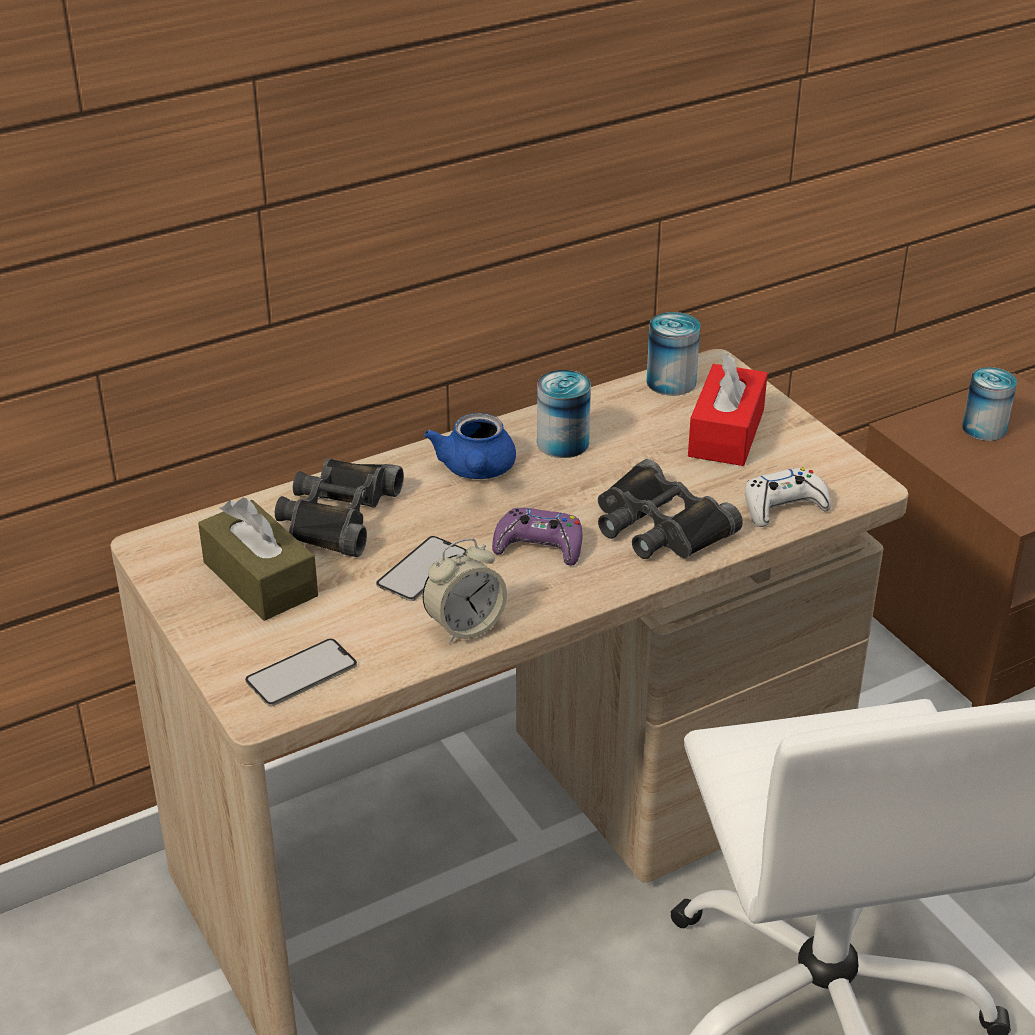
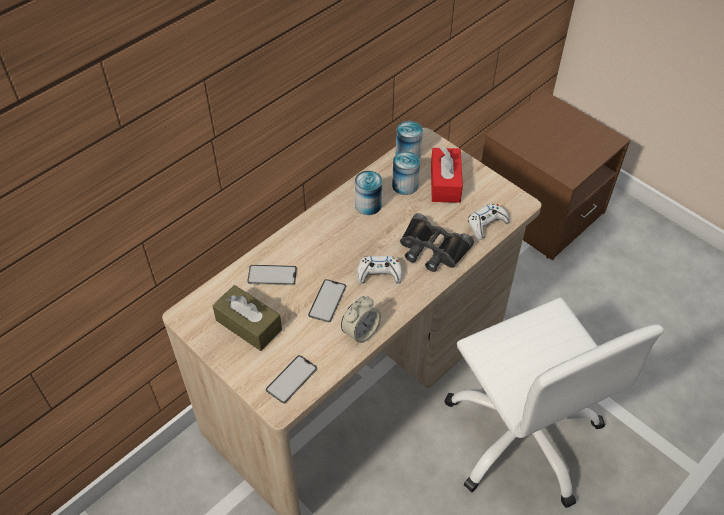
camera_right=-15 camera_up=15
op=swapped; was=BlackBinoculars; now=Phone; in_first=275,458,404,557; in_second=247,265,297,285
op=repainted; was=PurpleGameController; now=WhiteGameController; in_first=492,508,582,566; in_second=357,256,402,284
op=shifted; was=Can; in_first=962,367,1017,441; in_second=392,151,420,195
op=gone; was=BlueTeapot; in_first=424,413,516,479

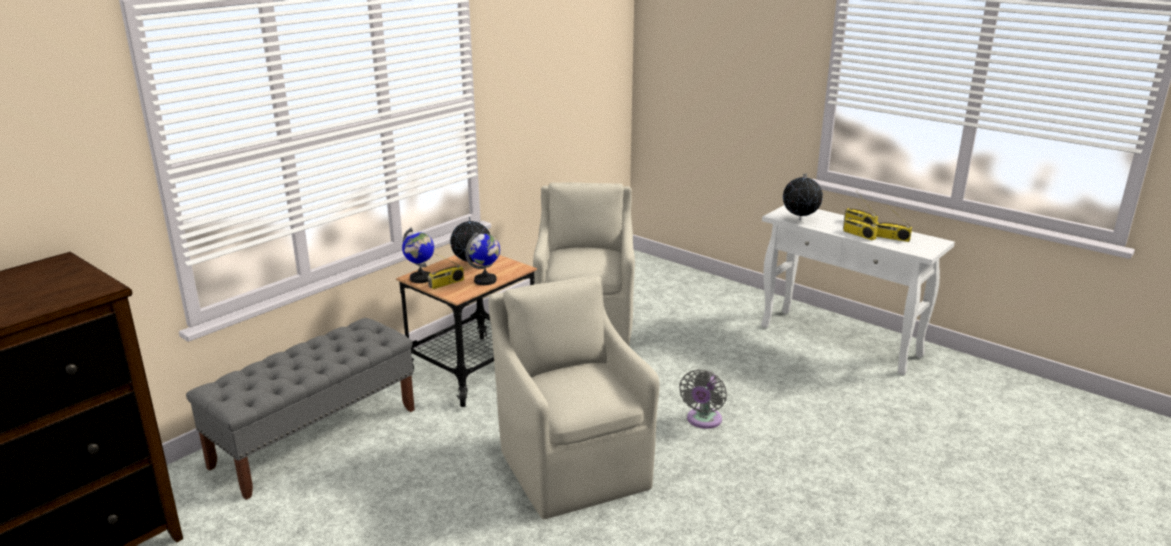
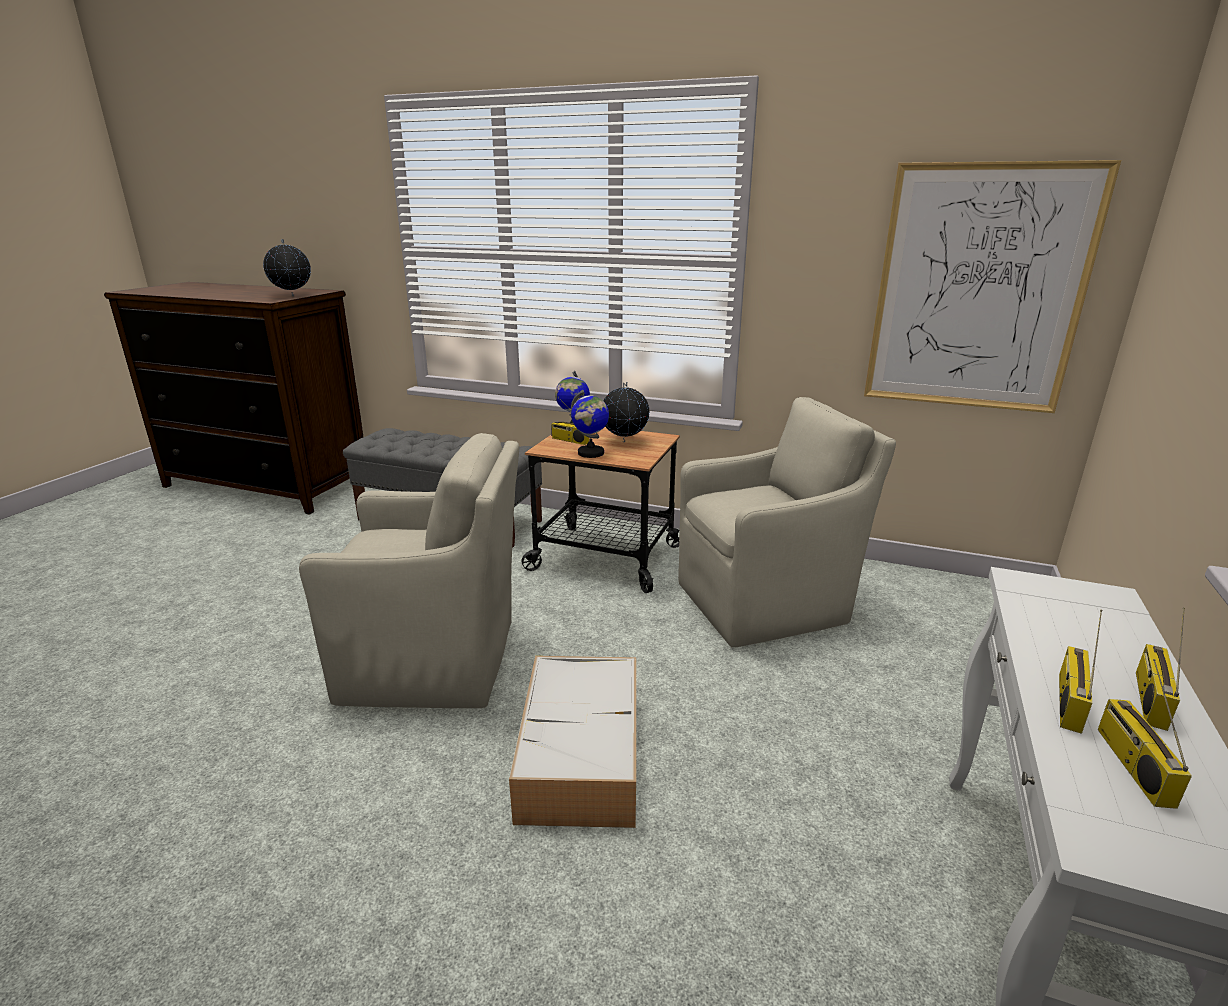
camera_right=70 camera_up=0
op=shifted; was=Globe; in_first=783,173,823,219; in_second=263,239,311,296
op=rotated; was=BeigeArmchair; in_first=488,275,660,519; in_second=299,433,519,708; clockwise=45
op=swapped; was=GreyFan; now=StorageBox; in_first=679,369,727,429; in_second=509,656,636,828
op=new; now=Picture; in_second=864,160,1121,413

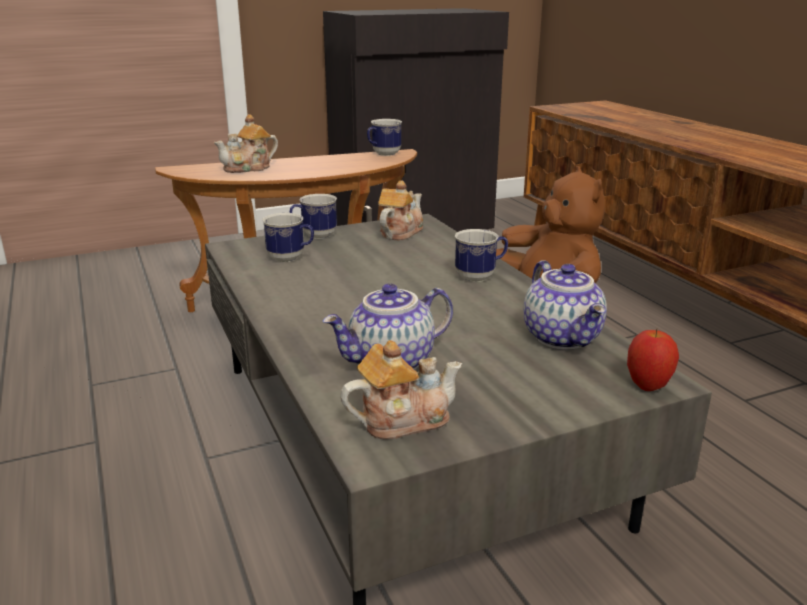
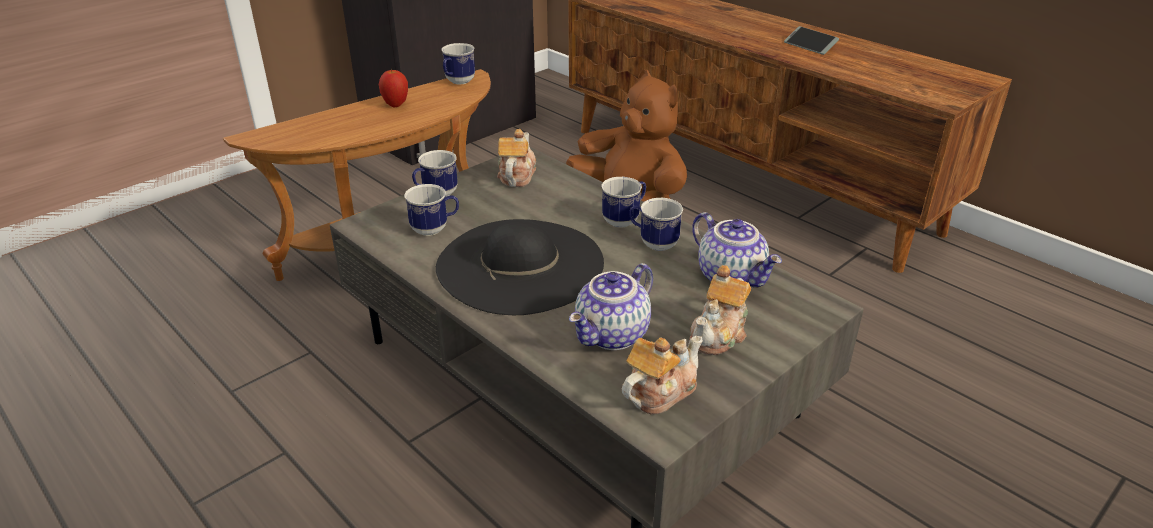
camera_right=-20 camera_up=10
op=shifted; was=Apple; in_first=627,329,679,391; in_second=379,69,408,107
op=new; now=BlackHat; in_second=436,219,604,315
op=new; now=Mug; in_second=629,198,683,251
op=shifted; was=Teapot; in_first=214,114,278,173; in_second=690,265,751,355
op=new; now=Phone; in_second=784,26,839,55

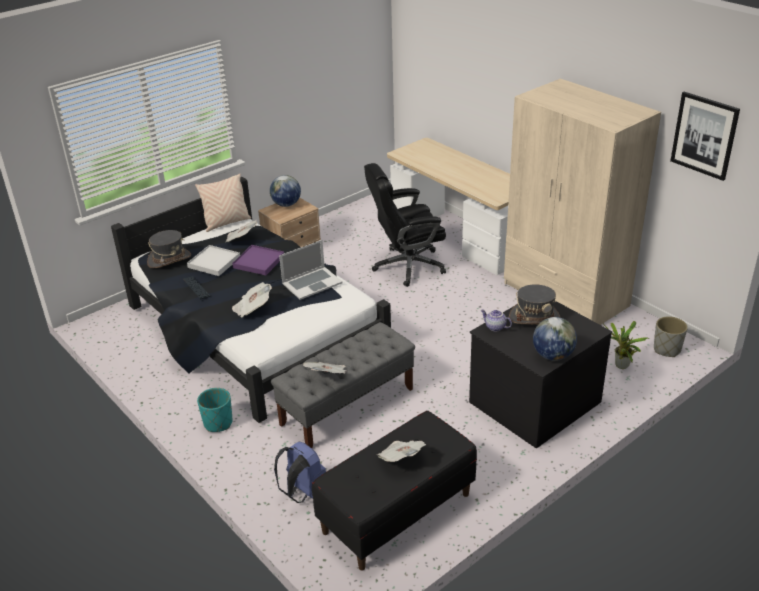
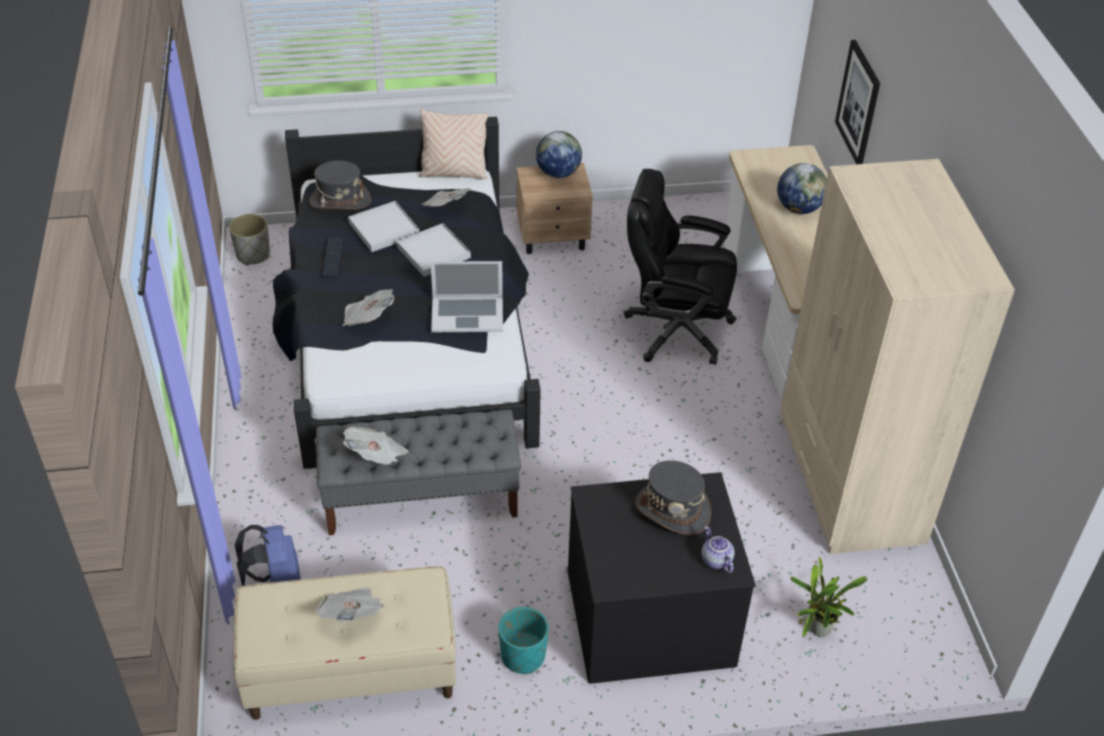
camera_right=30 camera_up=10
op=shifted; was=GreyPlanter; in_first=654,316,688,357; in_second=229,214,270,265
op=repainted; was=BlackBench; now=BeigeBench; in_first=312,411,477,570; in_second=233,566,456,720
op=repainted; was=PurpleTray; now=WhiteTray; in_first=232,245,284,275; in_second=397,223,471,277
op=shifted; was=TurquoisePlanter; in_first=197,388,233,432; in_second=498,607,549,674
op=shifted; was=Teapot; in_first=481,309,512,331; in_second=701,526,735,573
op=shifted; was=Globe; in_first=533,317,577,361; in_second=777,163,827,214
op=shifted; was=Picture; in_first=670,92,740,181; in_second=835,40,880,164

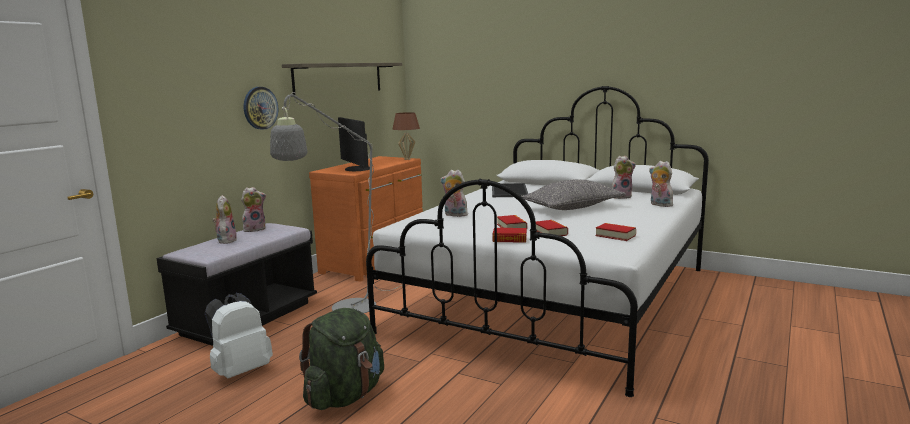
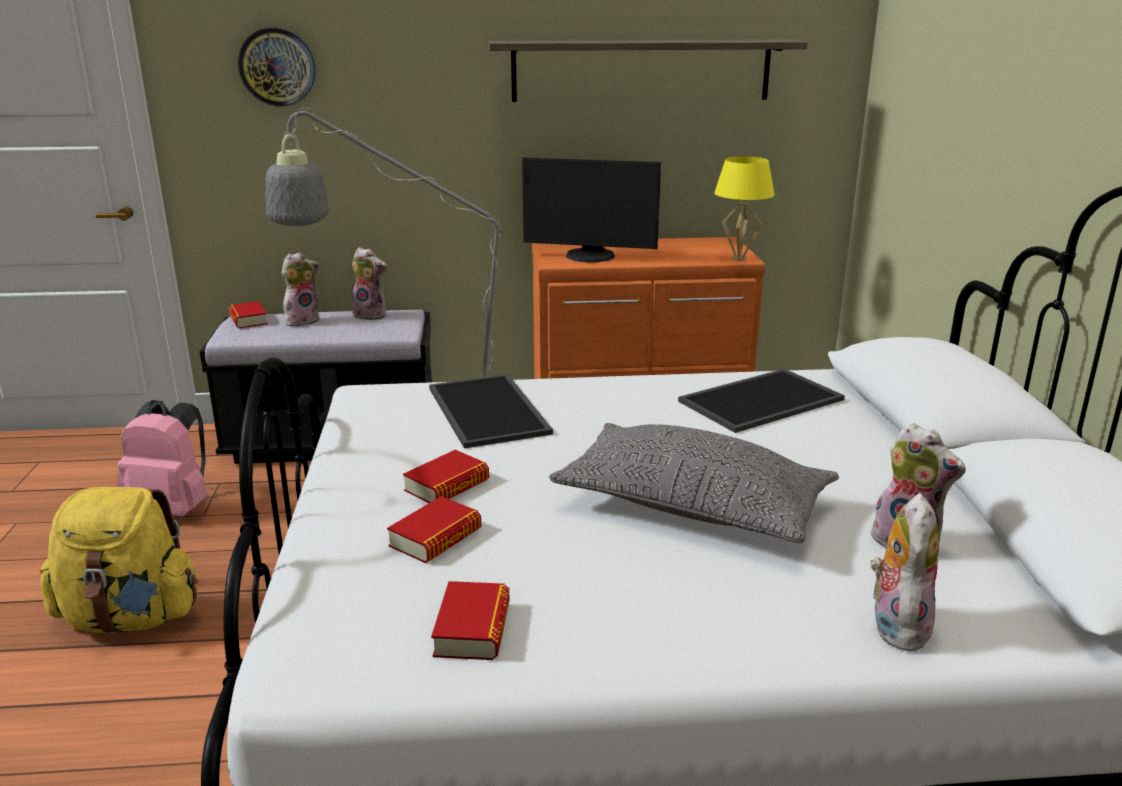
camera_right=55 camera_up=10
op=repainted; was=GreenBackpack; now=YellowBackpack; in_first=299,308,384,410; in_second=40,487,198,634
op=repainted; was=WhiteBackpack; now=PinkBackpack; in_first=205,293,273,378; in_second=117,400,207,517
op=shifted; was=Book; in_first=492,228,527,243; in_second=228,301,268,328
op=shifted; was=WallClock; in_first=244,87,278,130; in_second=238,27,316,106
op=swapped; was=PlushToy; now=Tray; in_first=440,170,468,217; in_second=429,374,553,448
op=rotated; was=Monitor; in_first=338,117,370,171; in_second=522,157,661,263; clockwise=-105
op=repainted; was=BrownTableLamp; now=YellowTableLamp; in_first=393,112,420,160; in_second=714,156,775,260

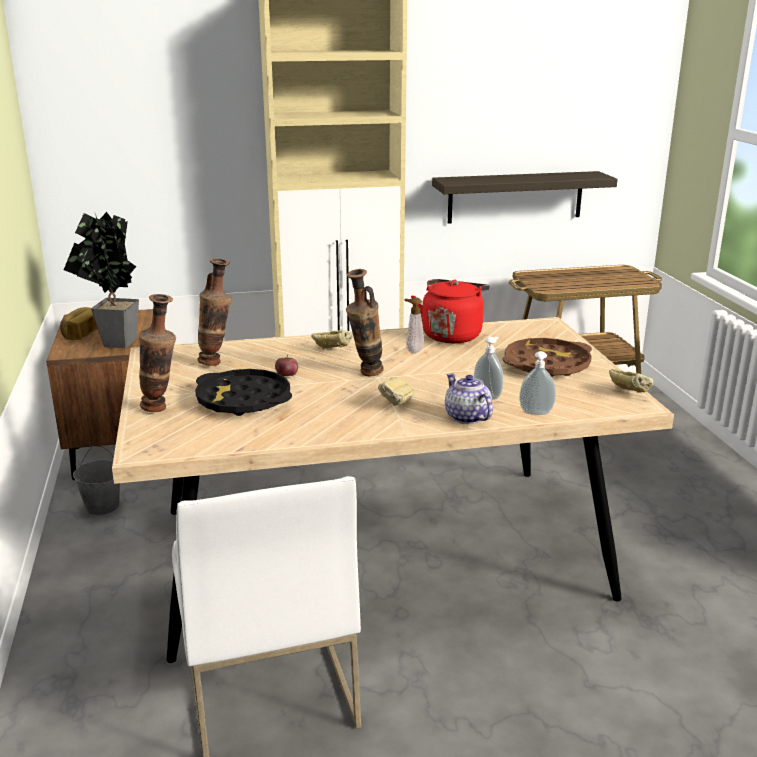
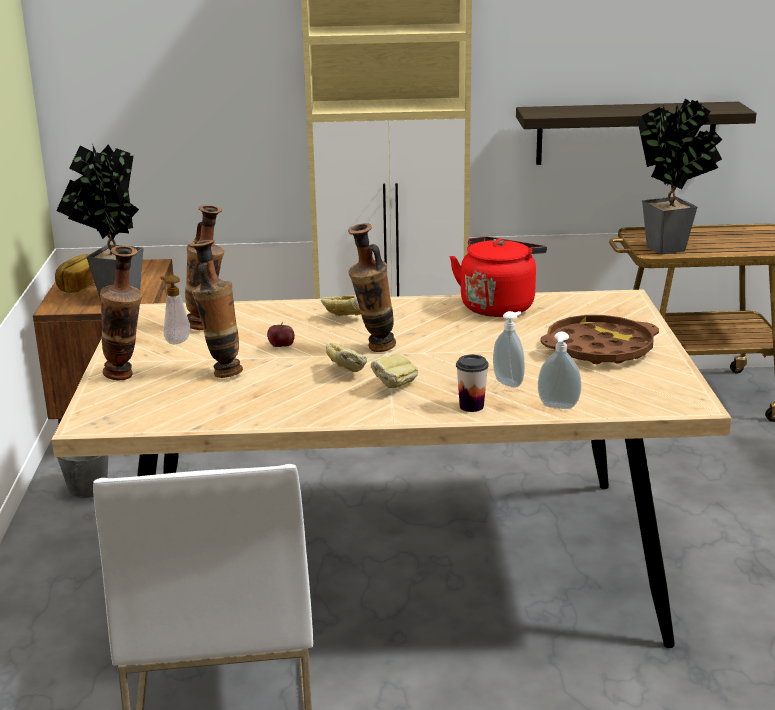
camera_right=10 camera_up=0
op=shifted; was=SoapDispenser; in_first=404,297,424,353; in_second=160,275,190,344
op=swapped; was=BlackTray; now=Vase; in_first=195,369,292,416; in_second=189,240,243,378
op=shifted; was=Bread; in_first=609,369,654,393; in_second=326,343,367,372
op=swapped; was=Teapot; now=Cup; in_first=445,373,493,424; in_second=456,355,489,412
op=new; now=PottedPlant; in_second=637,98,722,254

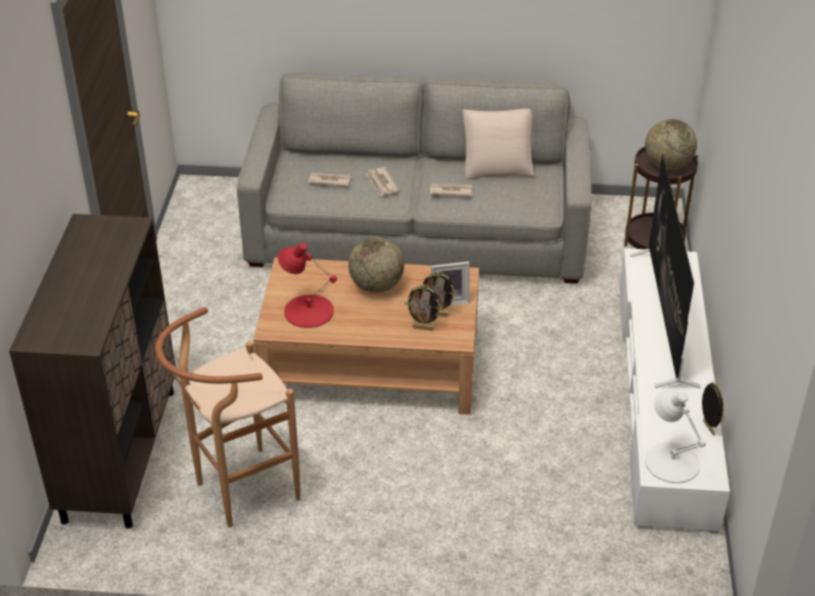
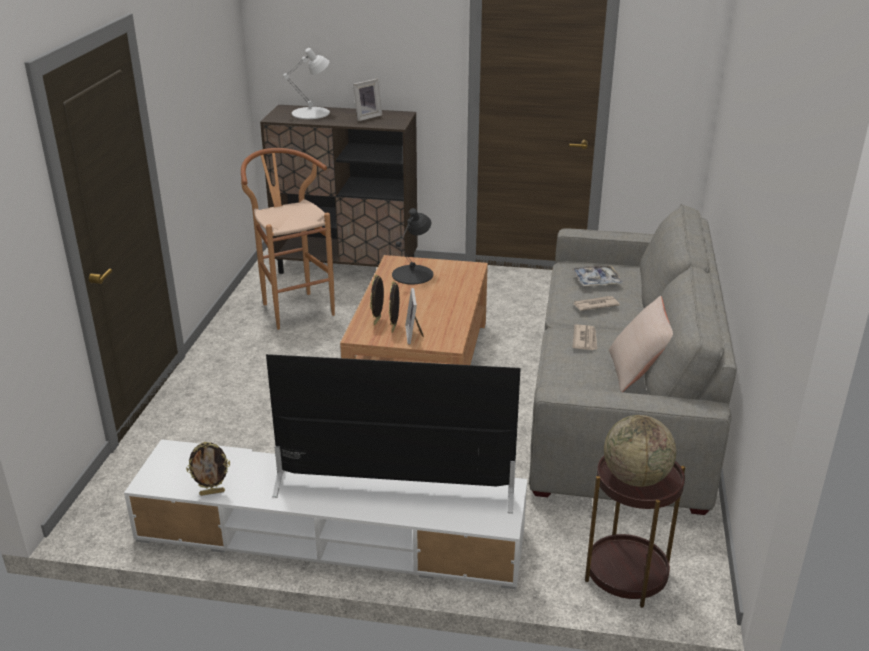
camera_right=95 camera_up=-10
op=shifted; was=WhiteTableLamp; in_first=645,390,706,483; in_second=283,48,330,119
op=new; now=PictureFrame; in_second=353,79,382,121
op=repainted; was=RedTableLamp; now=BlackTableLamp; in_first=278,243,337,328; in_second=392,208,433,285
op=swapped; was=Newspaper; now=Tray; in_first=308,172,351,187; in_second=572,265,624,286
op=gone; was=Globe; in_first=348,237,404,293

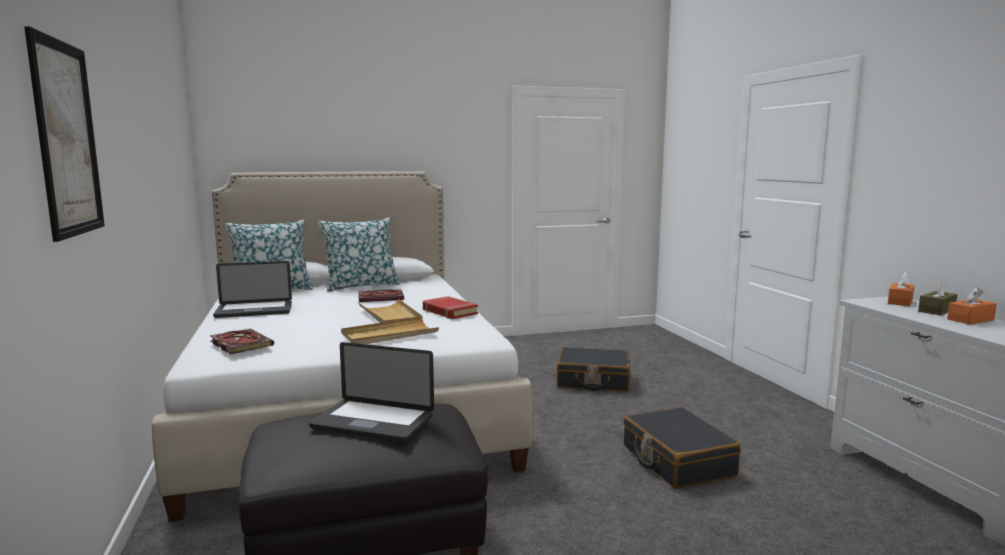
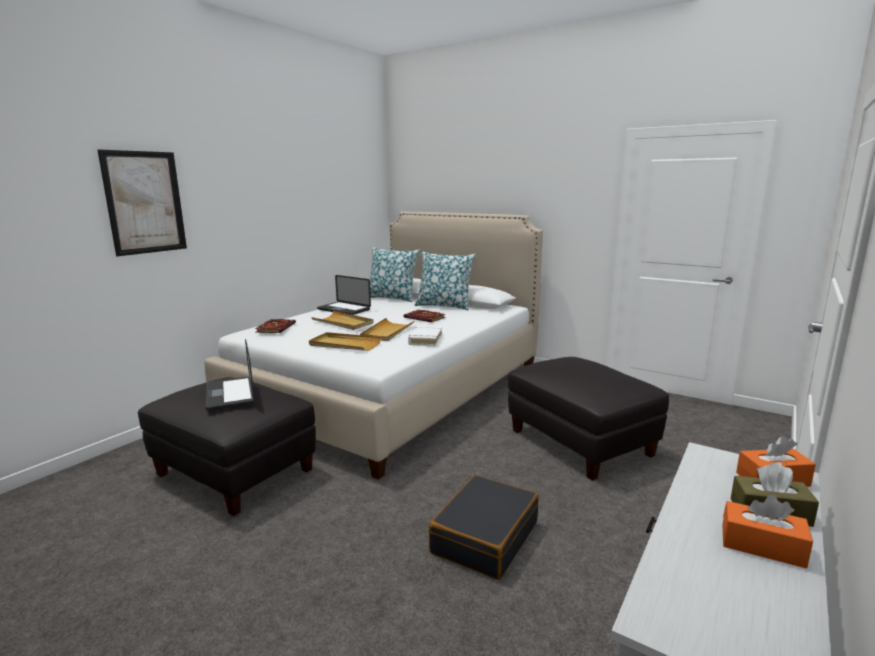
camera_right=50 camera_up=5
op=new; now=BeigeTray; in_second=311,311,374,330
op=repainted; was=RedBook; now=WhiteBook; in_first=423,296,478,319; in_second=408,326,442,346
op=swapped; was=BlackSuitcase; now=BlackOttoman; in_first=557,347,630,392; in_second=508,357,669,481

